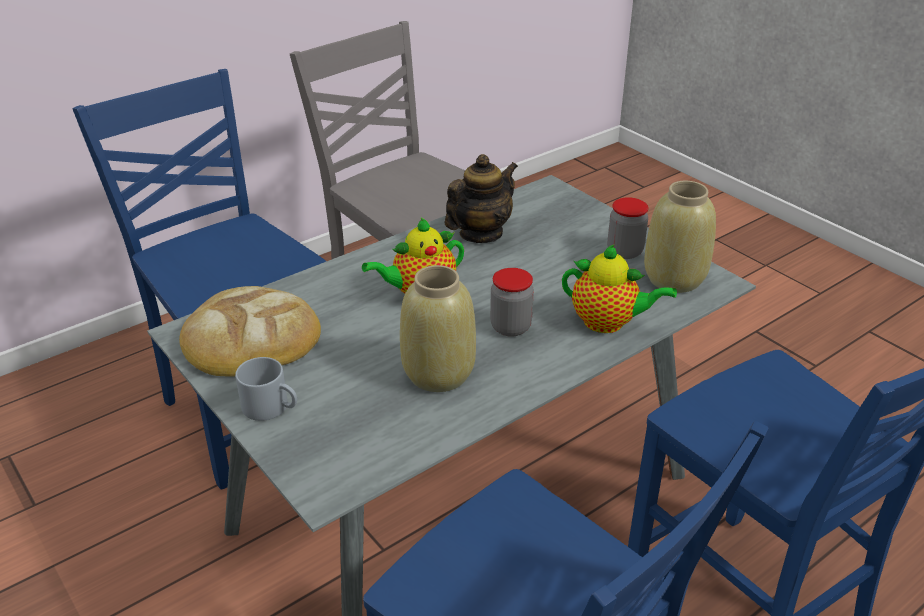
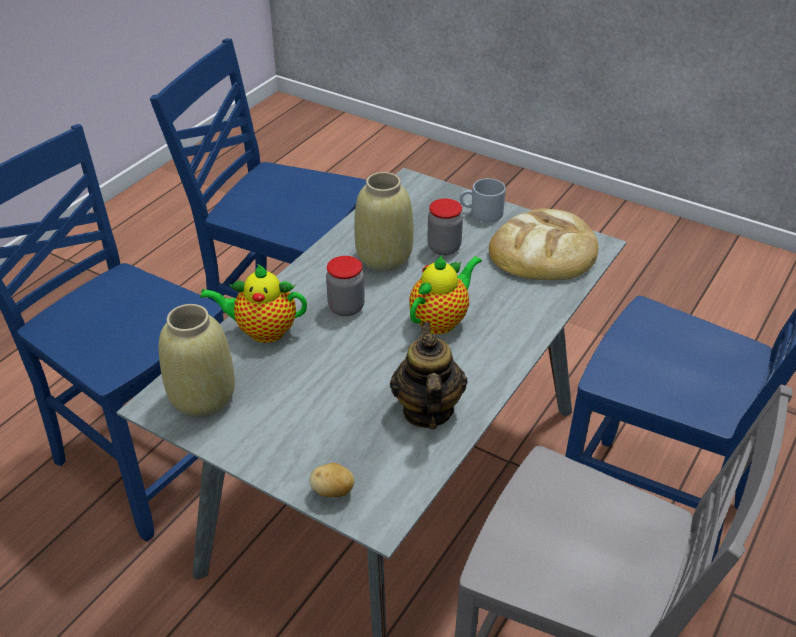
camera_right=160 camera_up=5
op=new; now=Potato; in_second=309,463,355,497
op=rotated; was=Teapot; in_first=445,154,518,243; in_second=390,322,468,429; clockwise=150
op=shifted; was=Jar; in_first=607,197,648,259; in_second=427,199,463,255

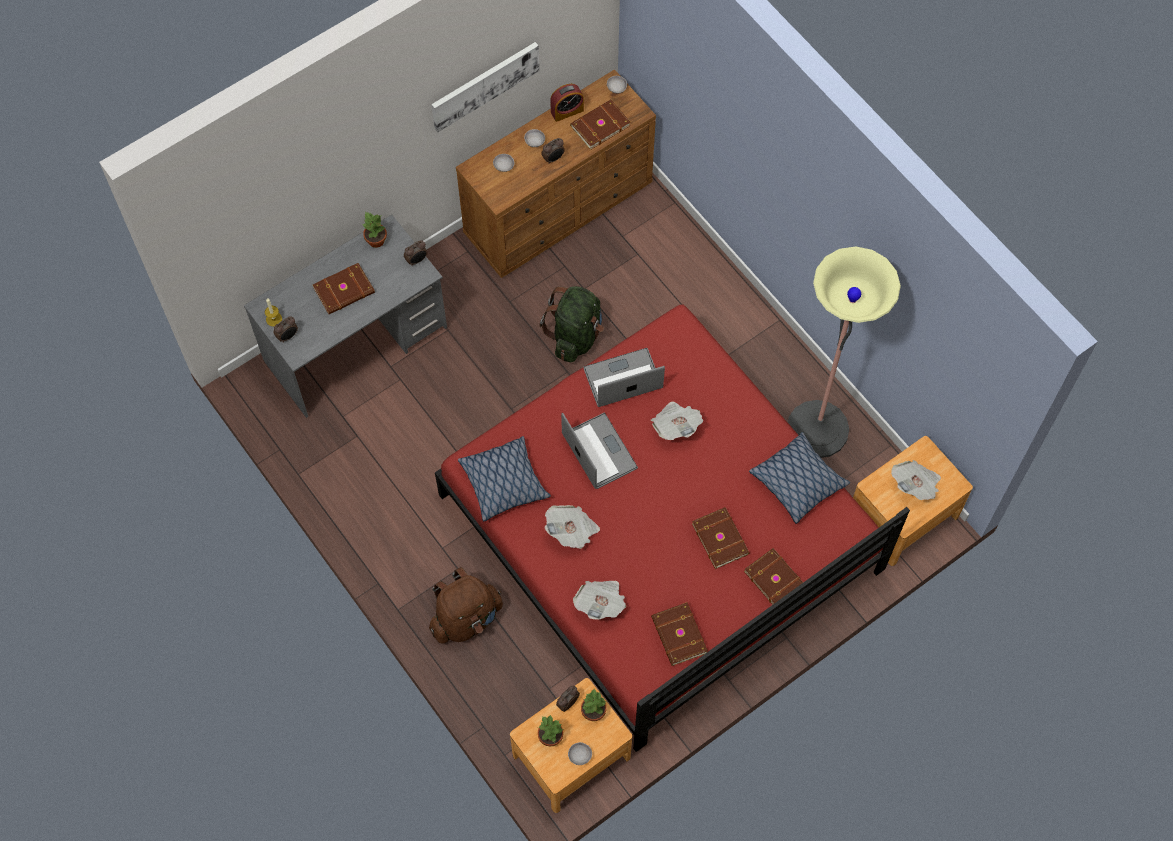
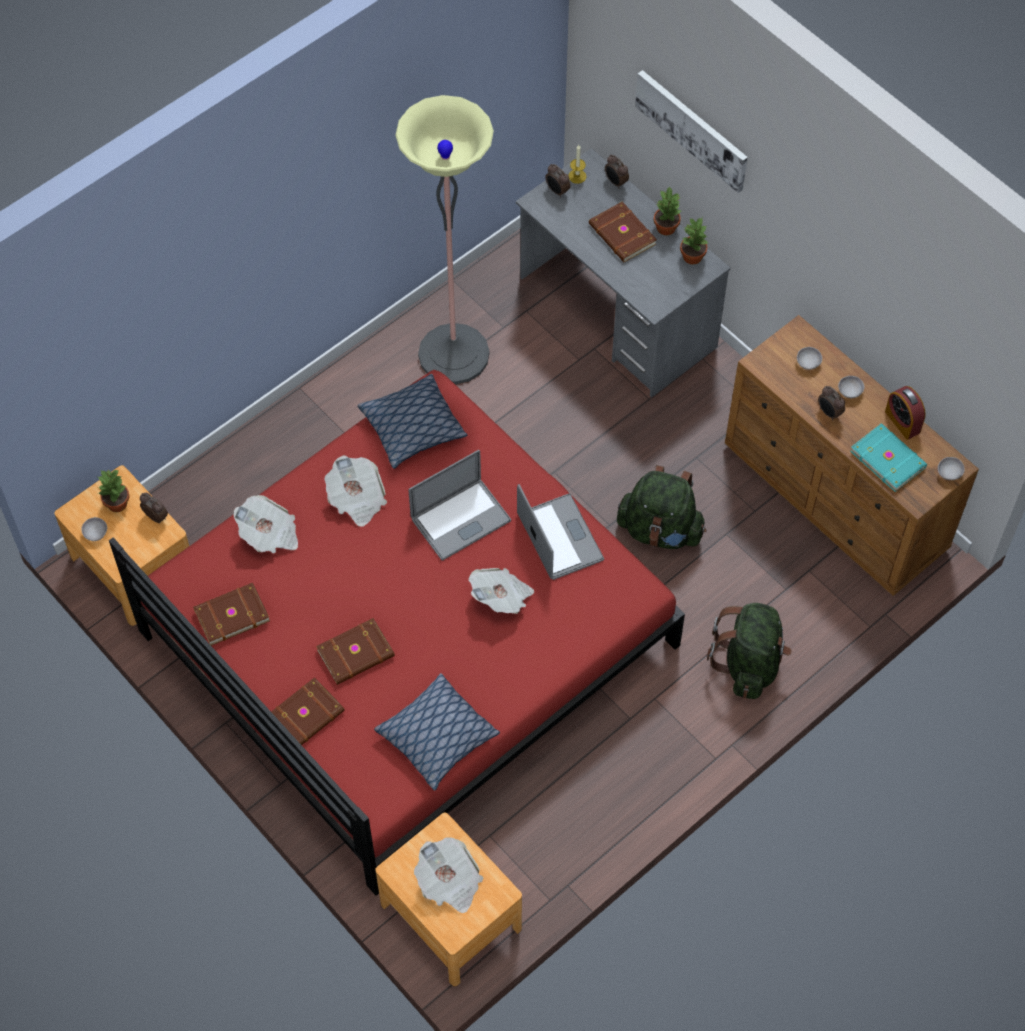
camera_right=85 camera_up=-5
op=shifted; was=FloorLamp; in_first=788,247,901,458; in_second=395,95,494,384
op=shifted; was=AlarmClock; in_first=404,240,427,266; in_second=605,155,629,189
op=shifted; was=Picture; in_first=431,42,540,132; in_second=635,70,748,193
op=shifted; was=PottedPlant; in_first=581,688,607,721; in_second=654,186,681,236
op=new; now=GreenBackpack; in_second=707,603,792,699
op=repainted; was=BrownBook; now=TurquoiseBook; in_first=570,99,631,150; in_second=850,423,927,492
op=gone; was=BrownBackpack; in_first=429,567,503,643

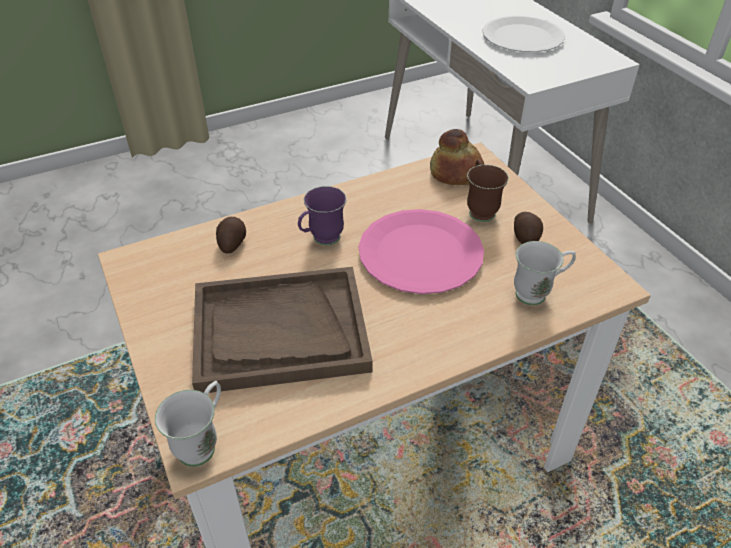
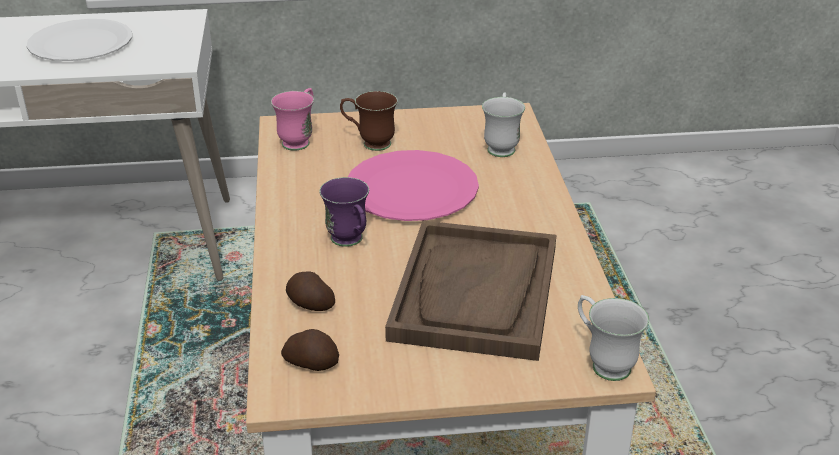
camera_right=-70 camera_up=-10
op=swapped; was=Bread; now=PinkMug; in_first=430,129,484,185; in_second=271,88,314,151
op=shifted; was=Potato; in_first=514,212,543,244; in_second=281,329,339,371

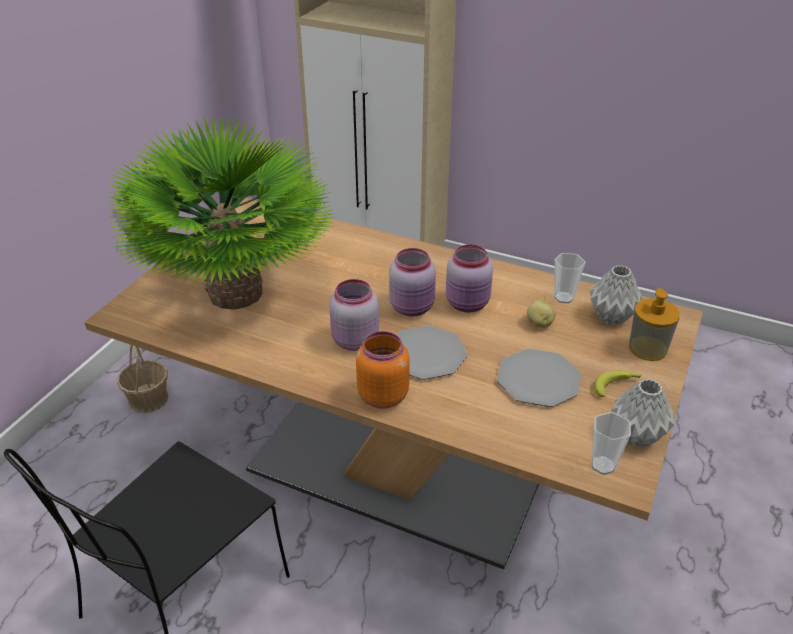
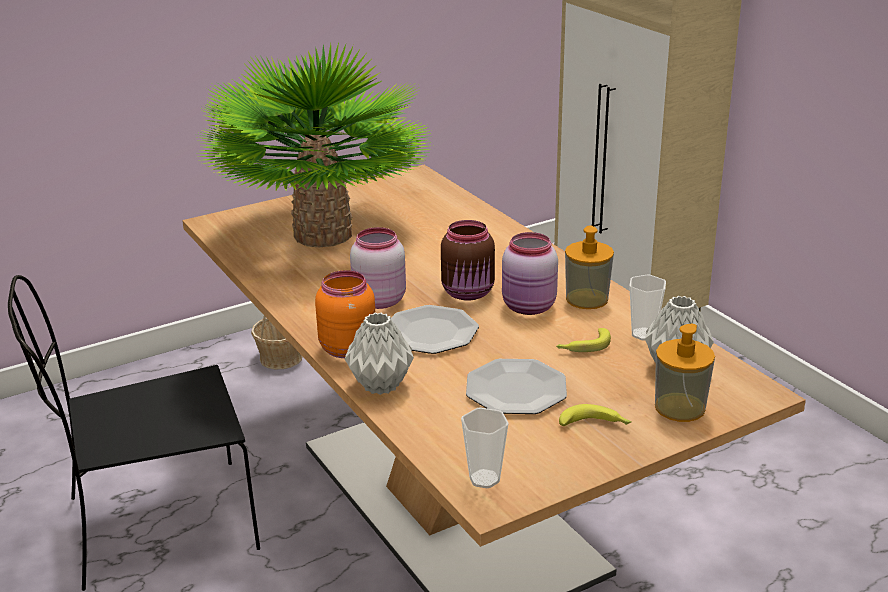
camera_right=35 camera_up=-10
op=shifted; was=GreyVase; in_first=611,379,674,448; in_second=345,313,414,395
op=repainted; was=PinkJar; now=BrownJar; in_first=389,248,436,316; in_second=441,220,495,301
op=swapped; was=Potato; now=Banana; in_first=527,300,556,328; in_second=556,328,611,352
op=new; now=SoapDispenser; in_second=565,226,614,309

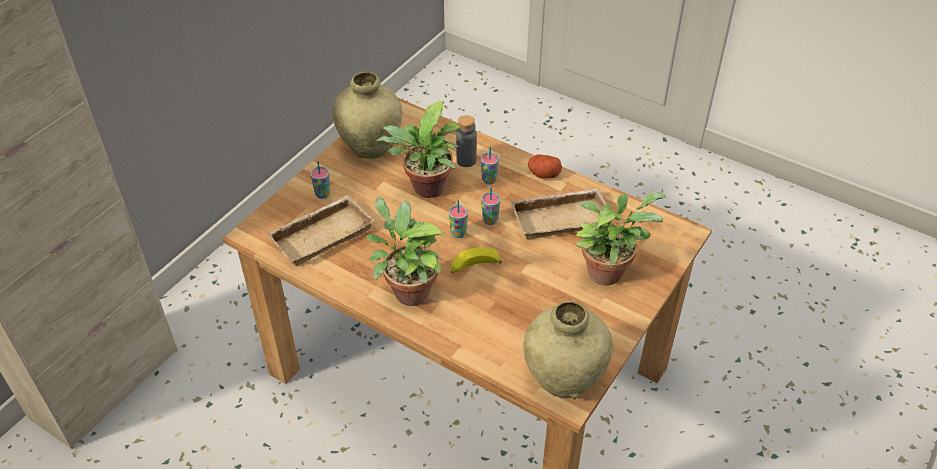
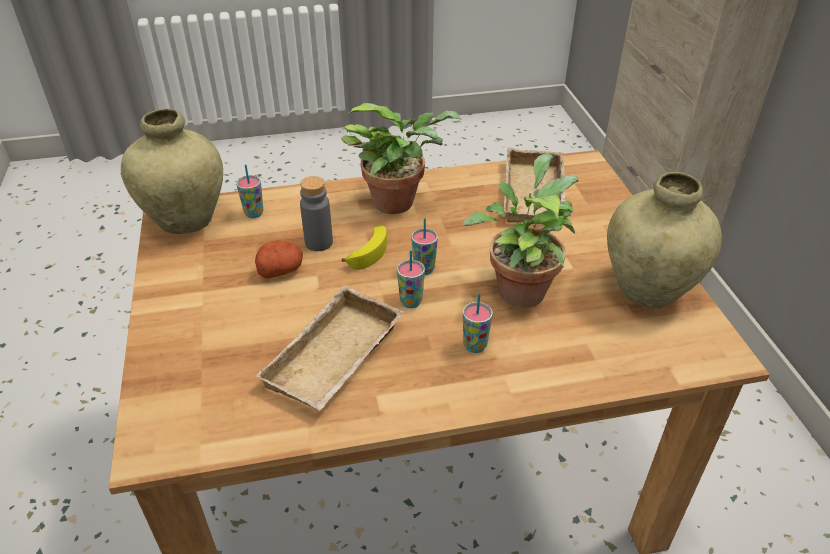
camera_right=135 camera_up=-5
op=shifted; was=Cup; in_first=310,161,330,199; in_second=236,164,263,218
op=shifted; was=Potato; in_first=528,155,562,179; in_second=255,240,303,278
op=shifted; was=GreyBottle; in_first=456,115,477,167; in_second=300,176,333,251
op=gone; was=PottedPlant; in_first=576,192,667,285

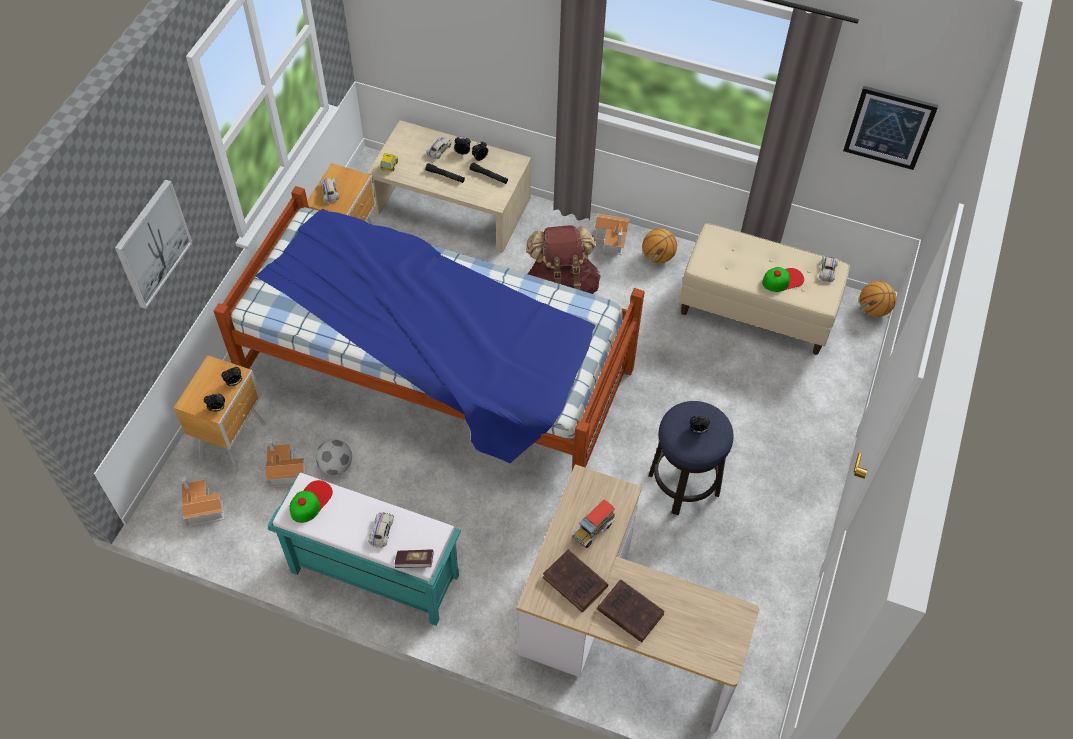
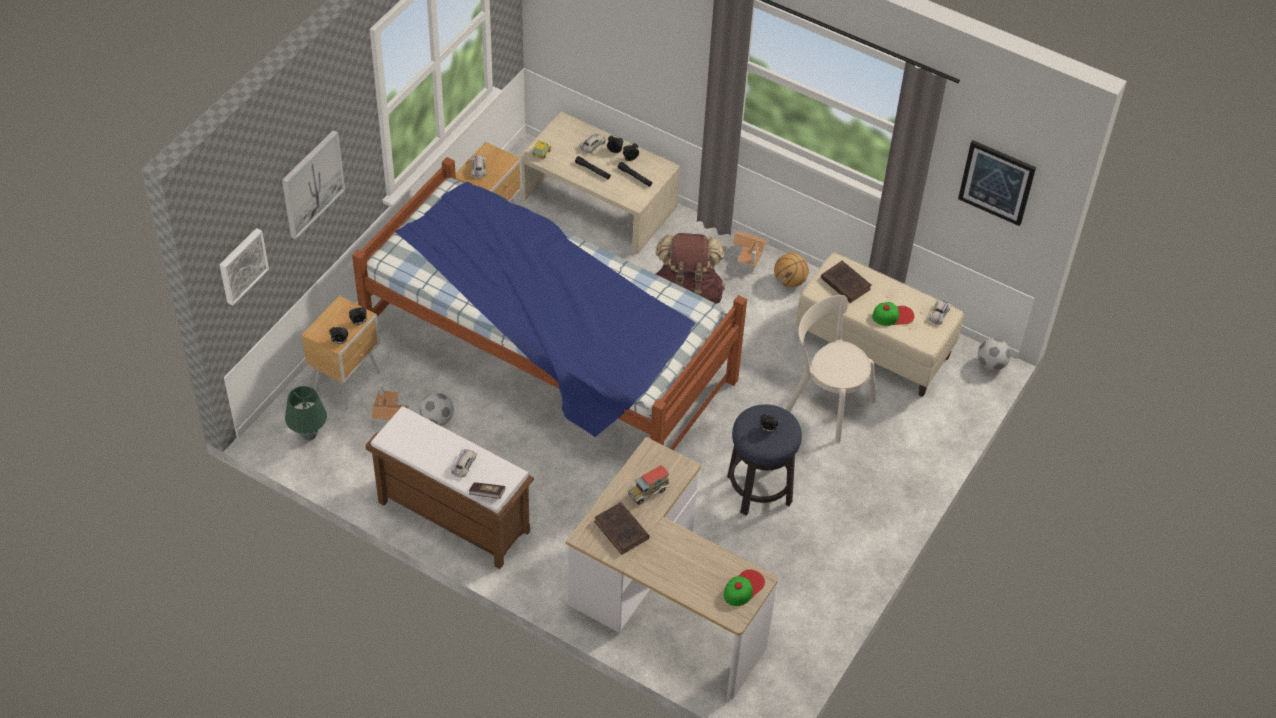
camera_right=10 camera_up=-5
op=new; now=Picture; in_second=219,228,269,306
op=swapped; was=ToyHouse; now=GreenTableLamp; in_first=181,477,224,526; in_second=285,386,327,441
op=repainted; was=TurquoiseBench; now=BrownBench; in_first=267,473,461,626; in_second=366,406,534,569
op=shifted; was=Cap; in_first=290,480,333,523; in_second=724,569,765,606
op=new; now=BeigeChair; in_second=785,295,876,443
op=shifted; was=BrownBook; in_first=597,579,665,642; in_second=821,261,871,303
op=swapped; was=Basketball; now=Football; in_first=859,281,896,317; in_second=978,338,1011,371

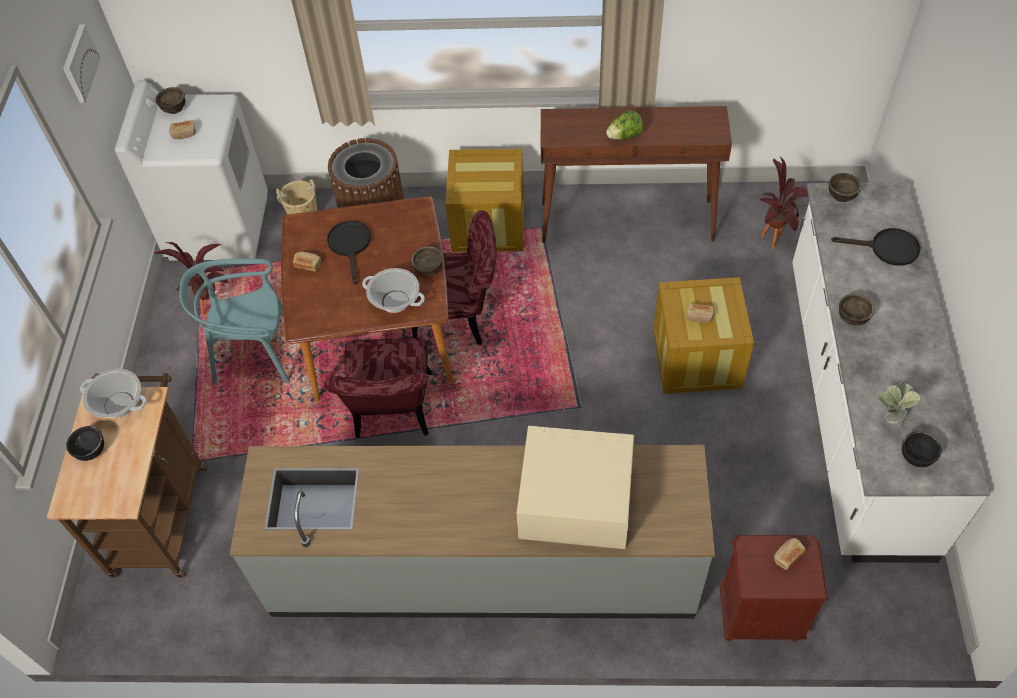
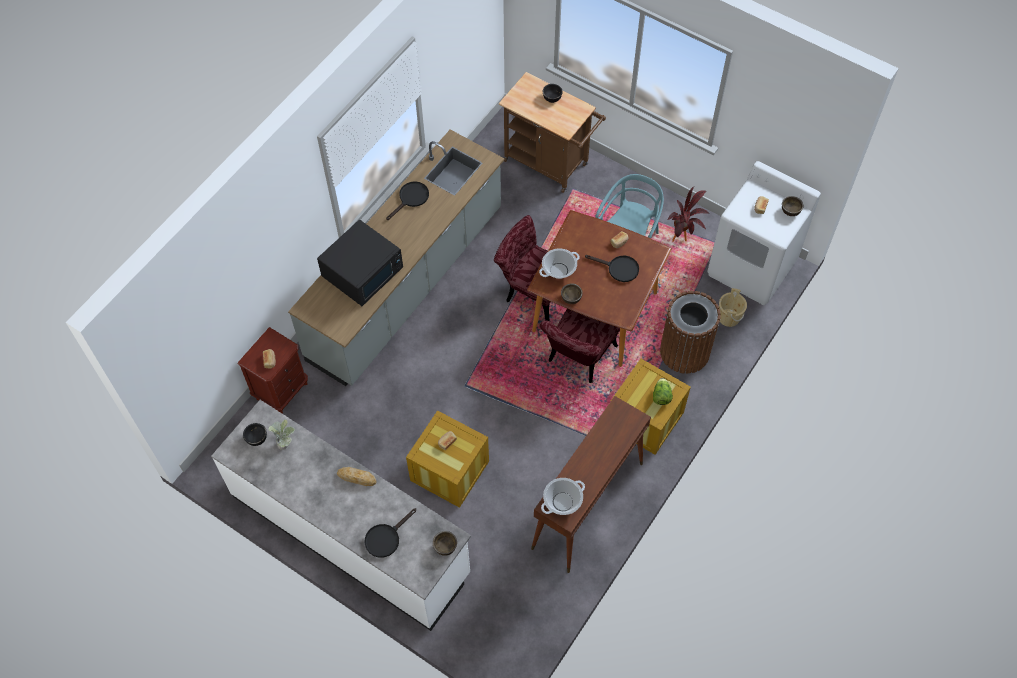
camera_right=120 camera_up=5
op=repainted; was=BeigeMicrowave; now=BlackMicrowave; in_first=516,426,634,549; in_second=317,219,403,306
op=swapped; was=BrownBowl; now=Bread; in_first=839,294,874,326; in_second=337,467,377,486
op=new; now=BlackFryingPan; in_second=386,181,429,220
op=shifted; was=CookingPot; in_first=80,369,146,418; in_second=541,478,585,515
op=shifted; was=Lettuce; in_first=606,110,643,139; in_second=653,378,673,405
op=gone; was=Picture; in_first=63,24,101,103
op=gone; was=PottedPlant; in_first=760,156,808,249

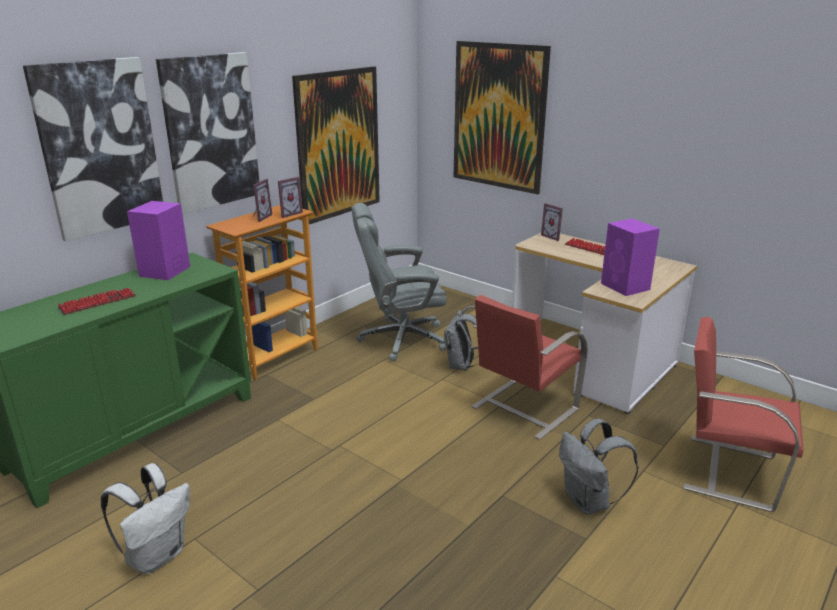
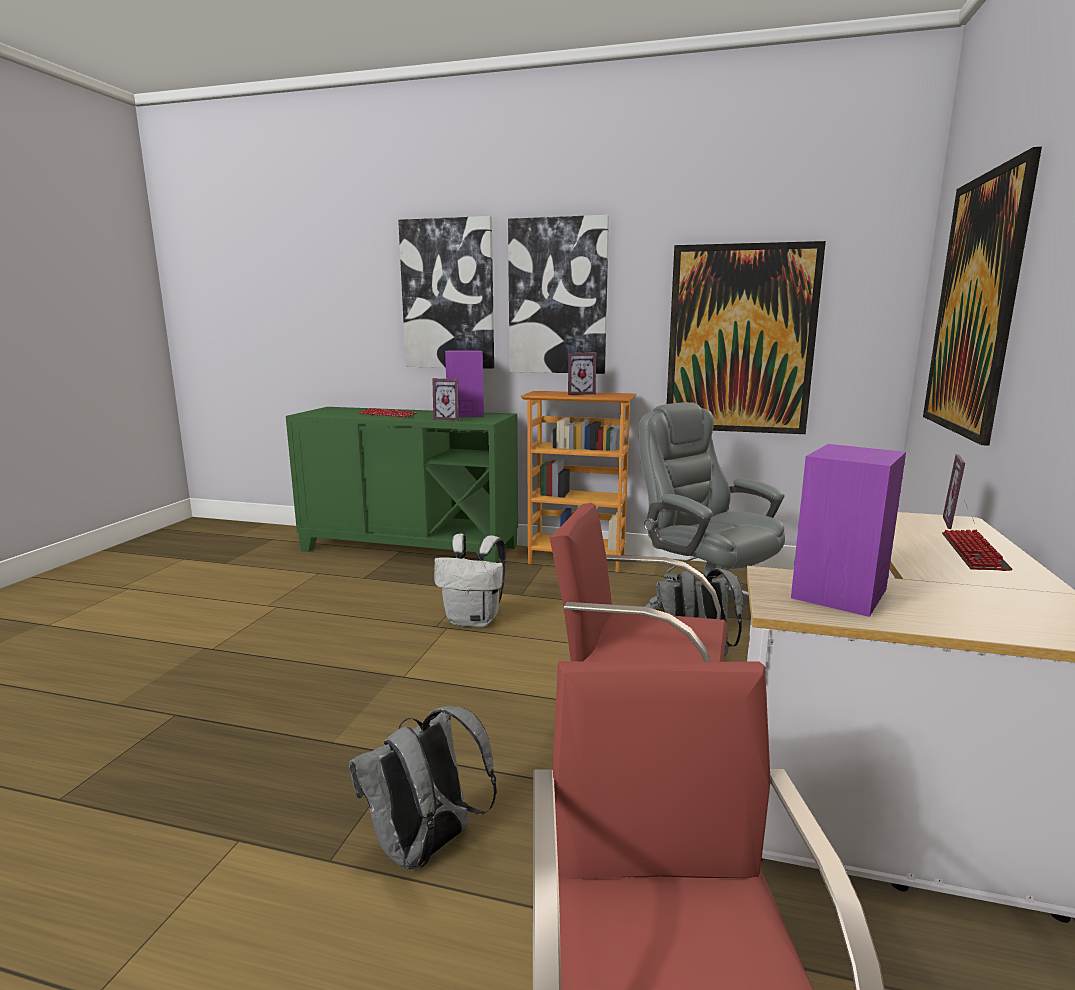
camera_right=65 camera_up=-10
op=shifted; was=PictureFrame; in_first=278,177,303,218; in_second=432,378,459,421
op=shifted; was=WhiteBackpack; in_first=101,463,190,574; in_second=434,534,506,628

